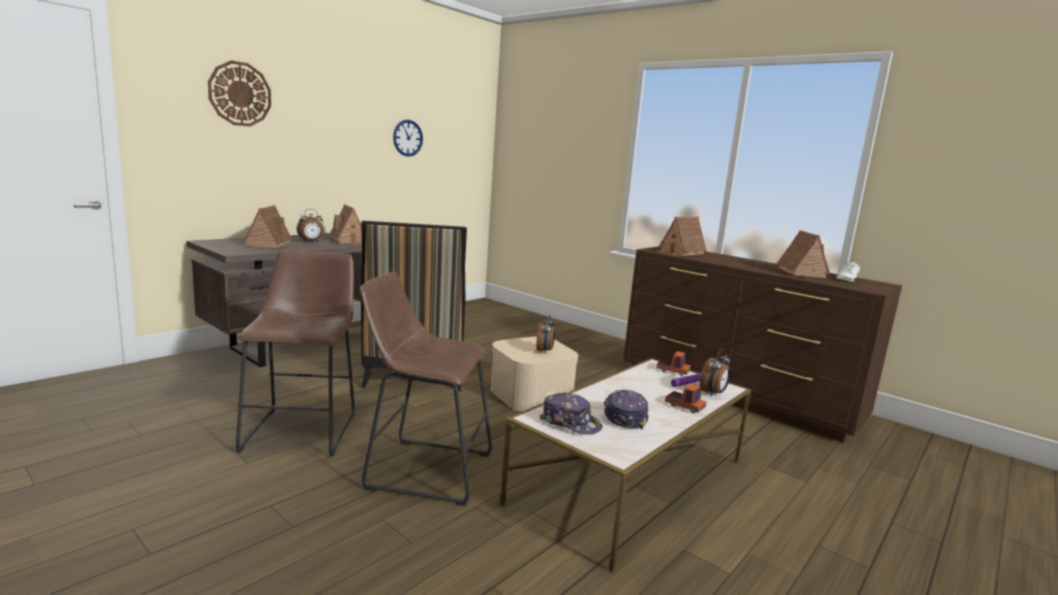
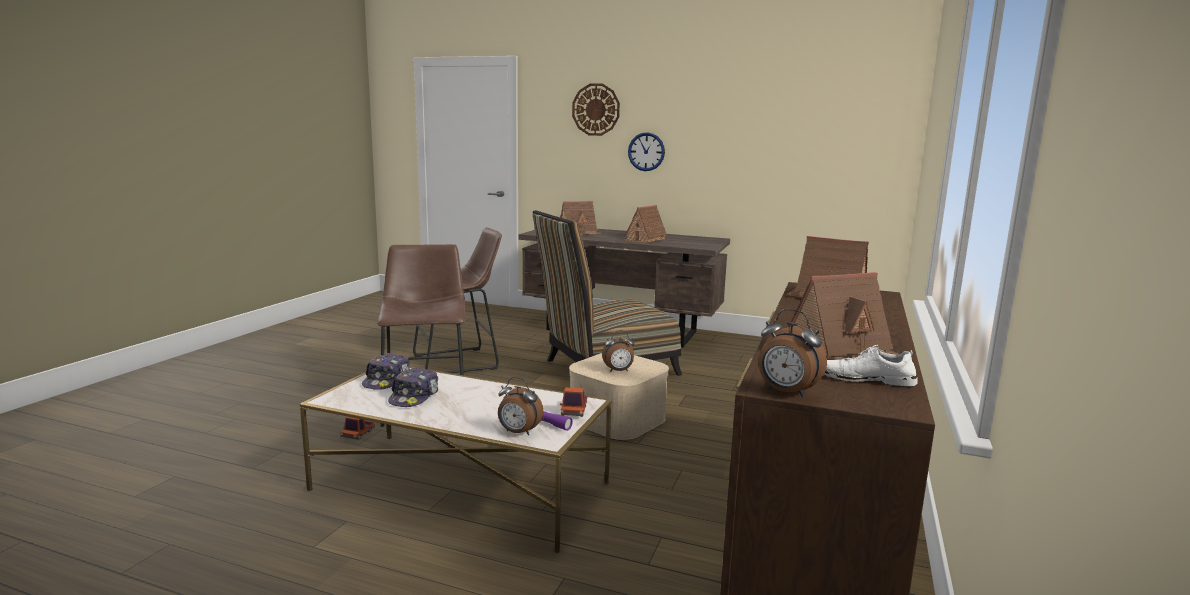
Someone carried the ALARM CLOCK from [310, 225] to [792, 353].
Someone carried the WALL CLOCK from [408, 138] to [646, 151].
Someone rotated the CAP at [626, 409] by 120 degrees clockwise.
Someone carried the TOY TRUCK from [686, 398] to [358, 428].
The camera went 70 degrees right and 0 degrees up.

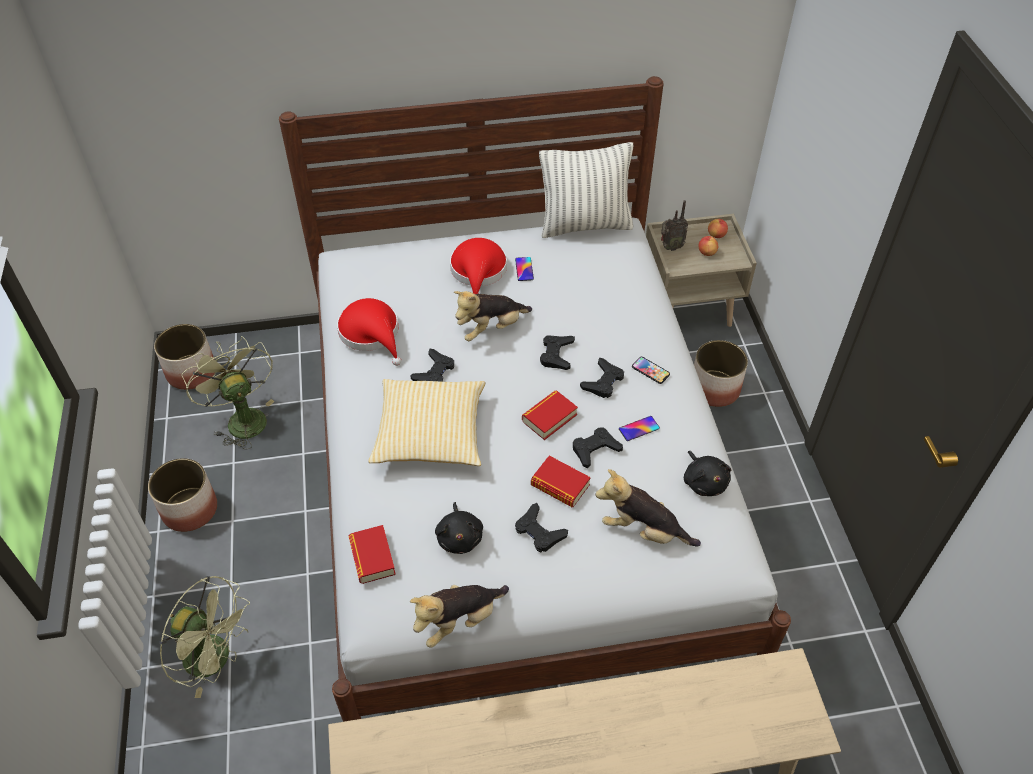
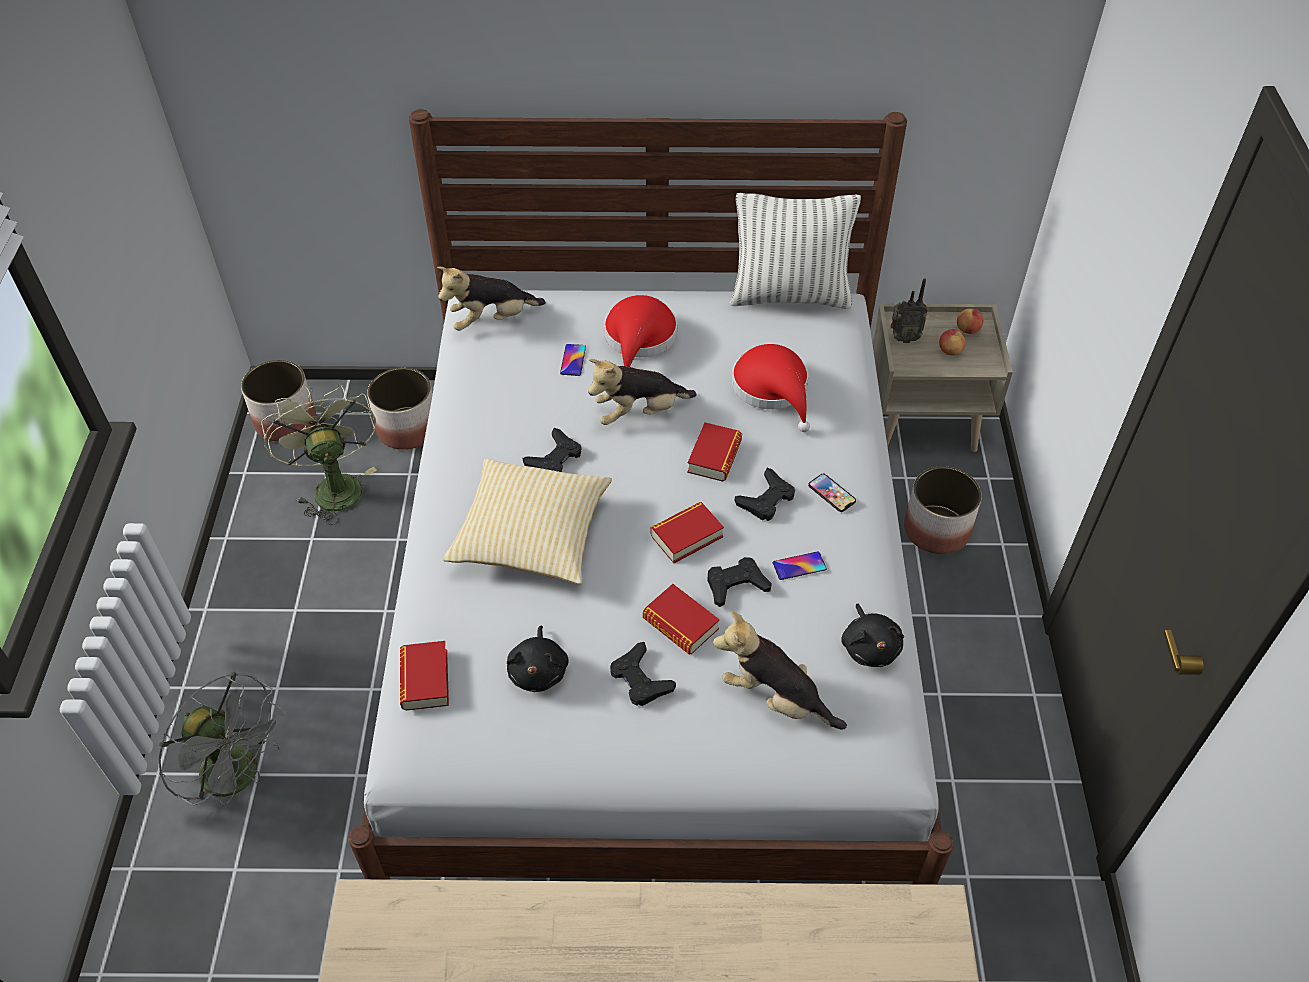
Someone carried the PLANTER from [182, 495] to [400, 409].
Someone repainted the GREEN FAN at [204, 637], which became the GREY FAN at [222, 746].
Someone carried the RED HAT from [369, 332] to [771, 388].
Someone carried the PLUSH TOY from [459, 616] to [491, 298].
Someone carried the PHONE from [524, 269] to [573, 360].
Someone swapped the BLACK GAME CONTROLLER at [557, 352] for the BOOK at [714, 452].
The camera went 10 degrees right and 0 degrees up.

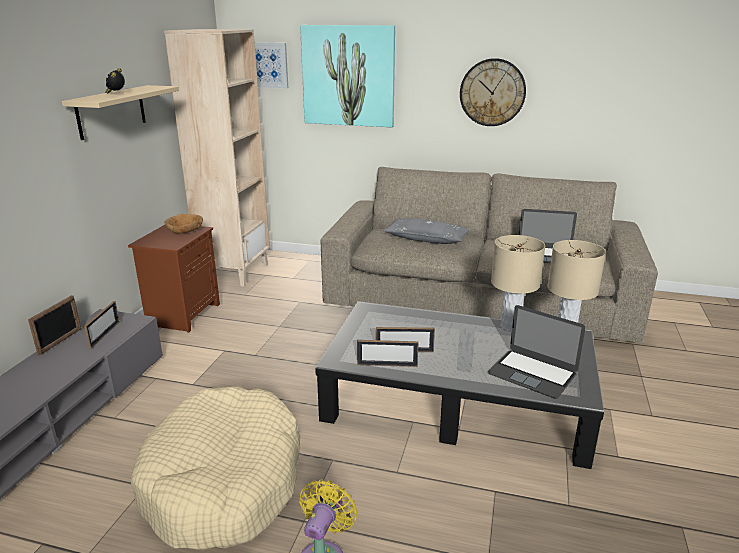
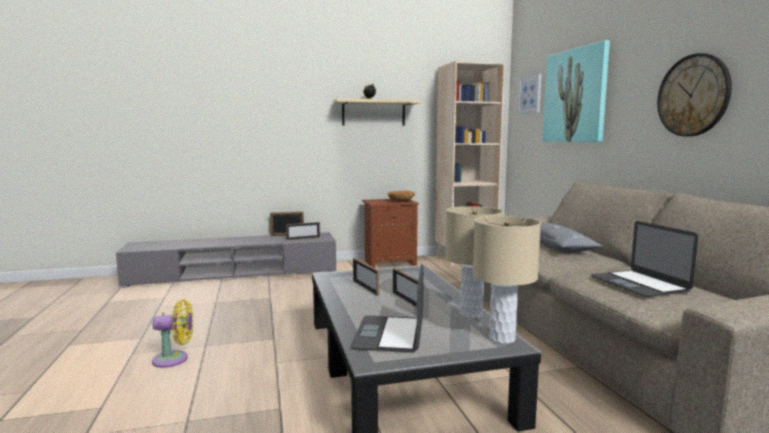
Someone took away the BEIGE DOG BED at [215, 468].
Someone carried the PICTURE FRAME from [388, 353] to [408, 289].
The camera went 60 degrees right and 15 degrees down.

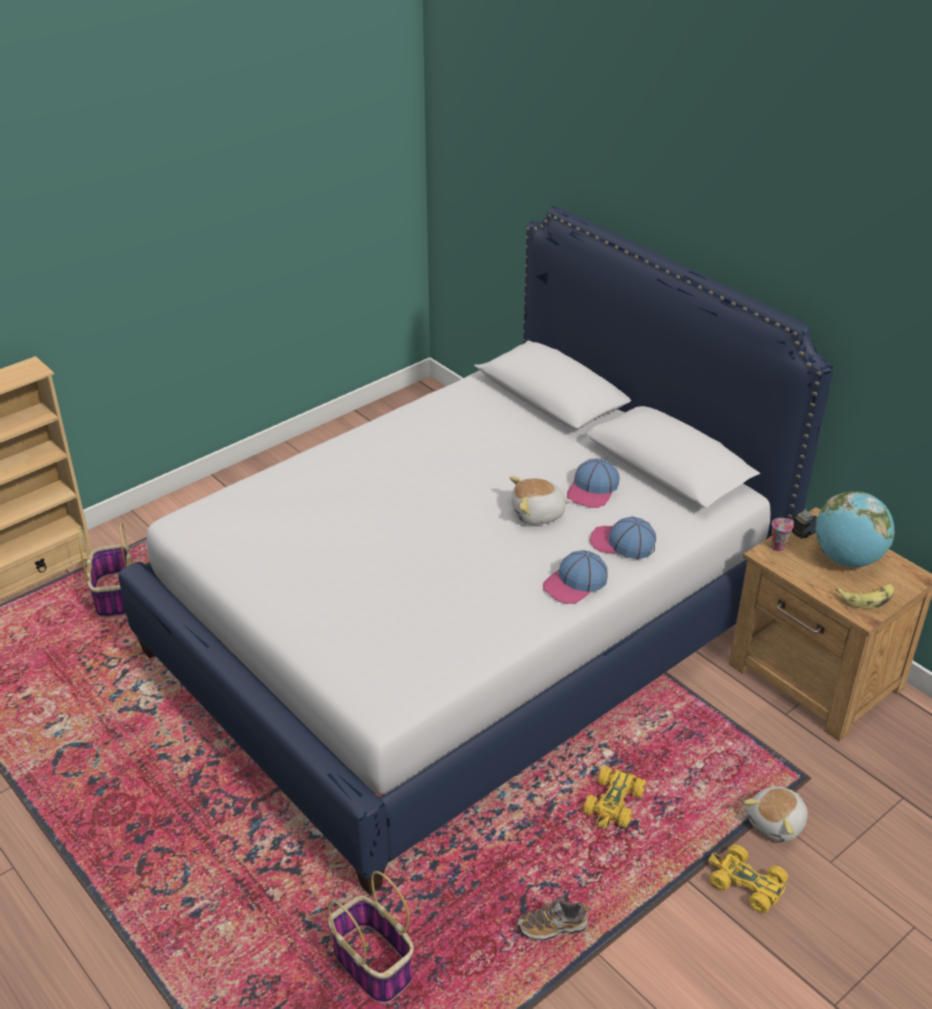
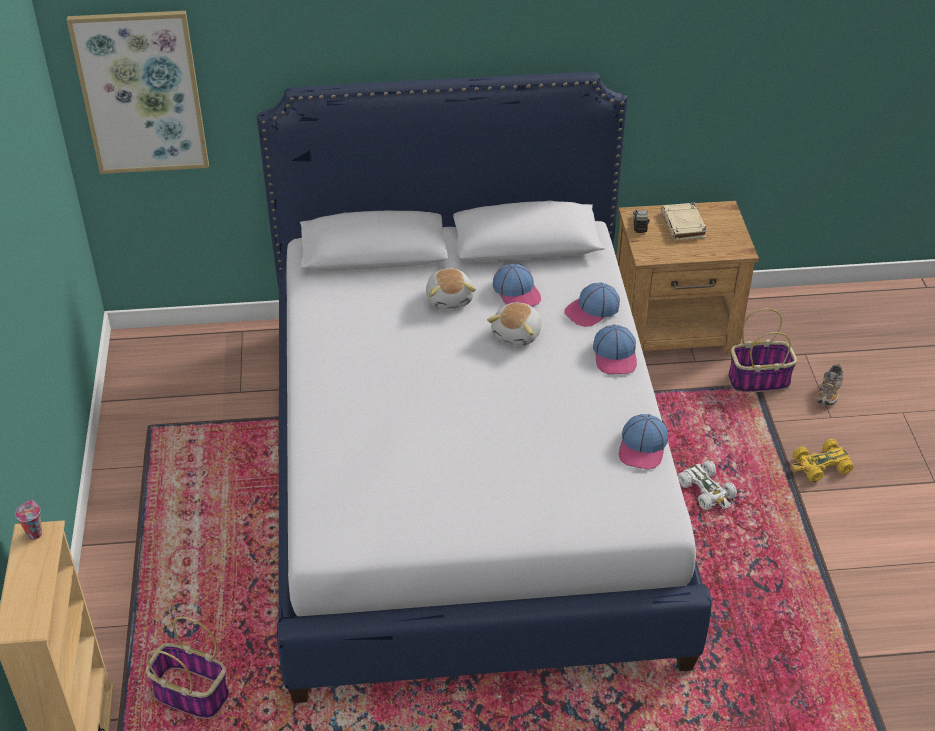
Someone carried the BASKET from [371, 937] to [762, 350].
Someone carried the SHOE from [553, 920] to [830, 384].
Someone repainted the YELLOW TOY CAR at [614, 797], which became the WHITE TOY CAR at [707, 485].
Someone carried the PLUSH TOY from [775, 814] to [451, 288].
Someone carried the CUP from [783, 534] to [28, 520].
Someone swapped the GLOBE at [855, 529] for the BEIGE BOOK at [684, 222].
Someone took away the BANANA at [865, 596].
Someone put up the PICTURE at [138, 92].
Someone put down the CAP at [643, 442].
The camera went 55 degrees left and 5 degrees up.

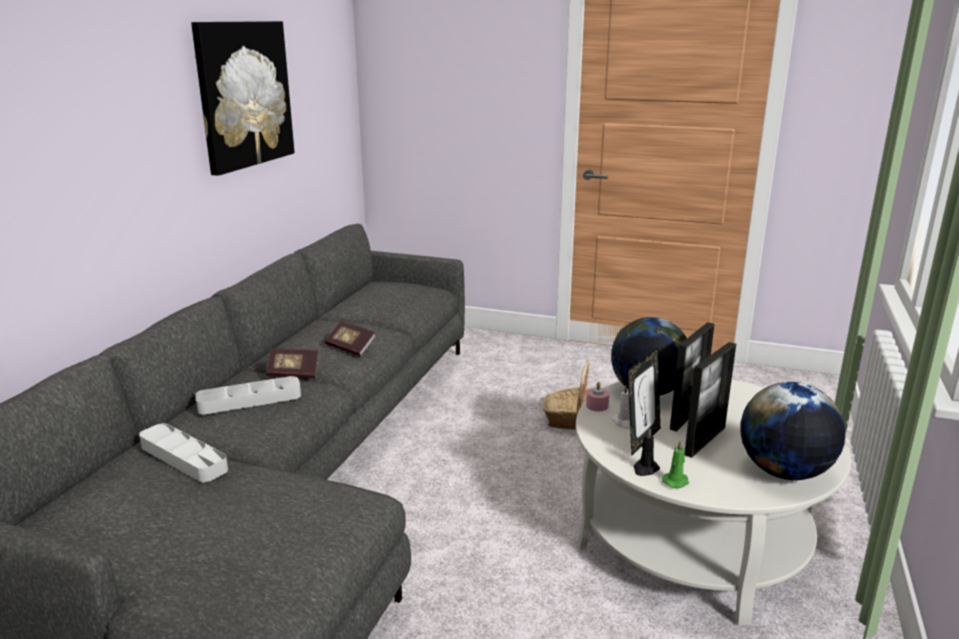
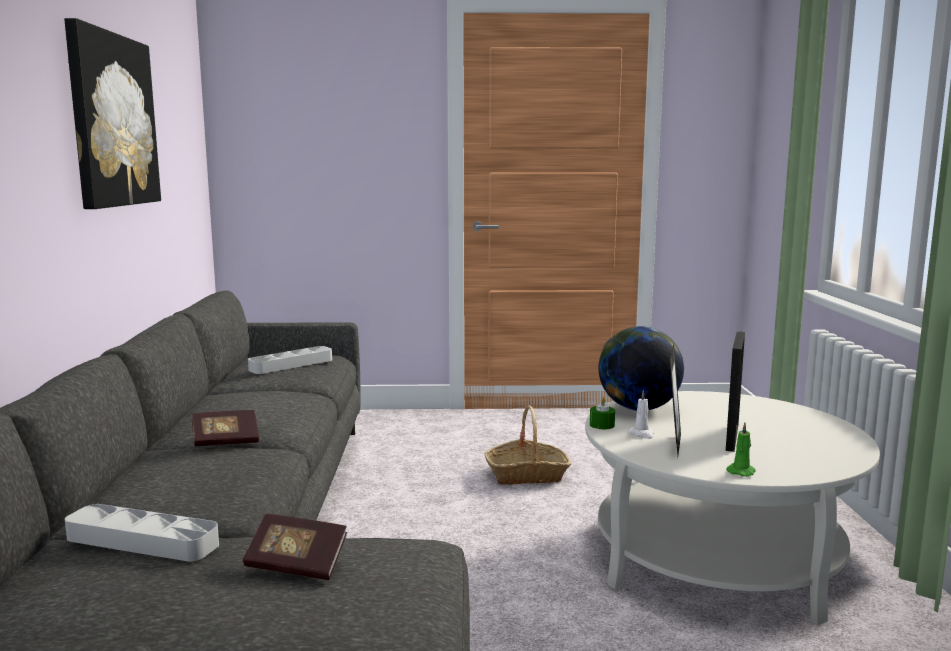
Someone carried the GREY TRAY from [248, 395] to [290, 360].
Someone carried the BOOK from [350, 338] to [295, 547].
Someone repainted the PINK CANDLE at [597, 396], which became the GREEN CANDLE at [602, 413].
Someone took away the BLACK CANDLE at [646, 452].
Someone took away the PICTURE FRAME at [692, 377].
Someone took away the GLOBE at [793, 431].
The camera went 20 degrees left and 10 degrees down.

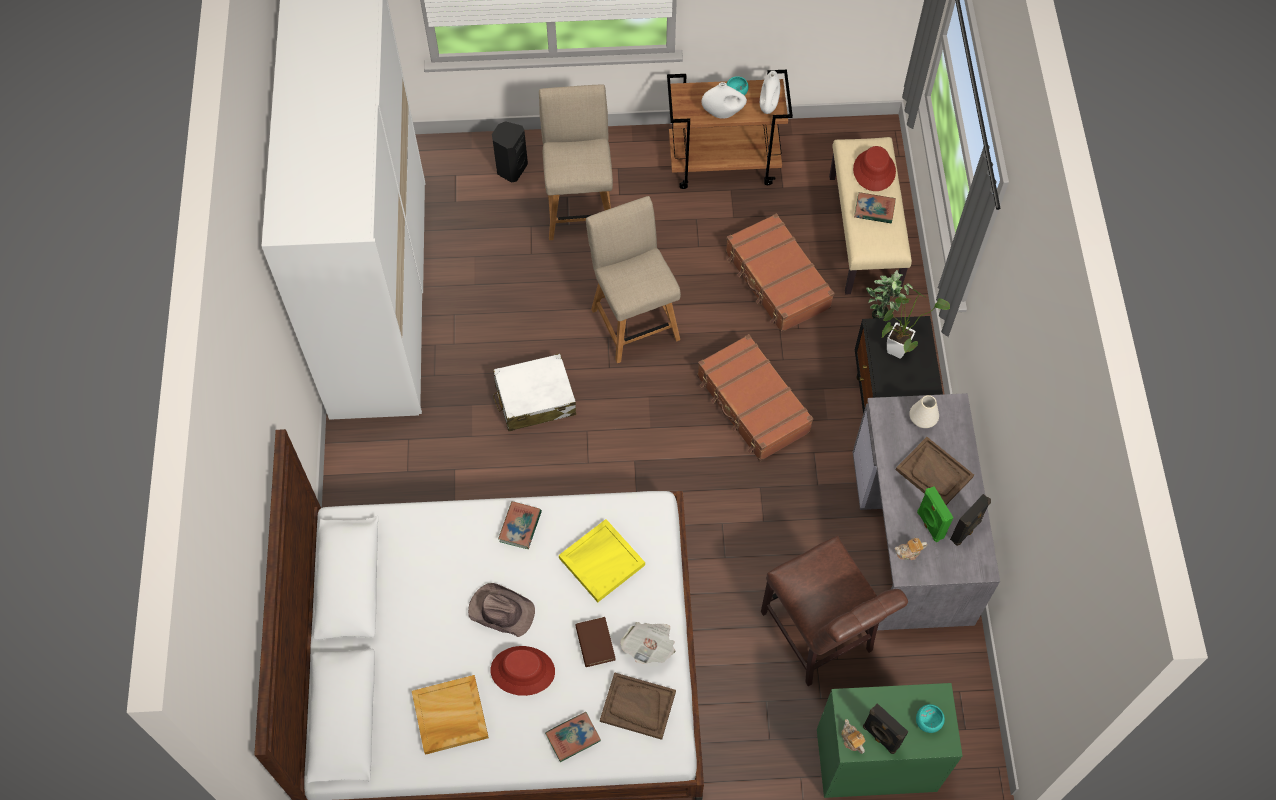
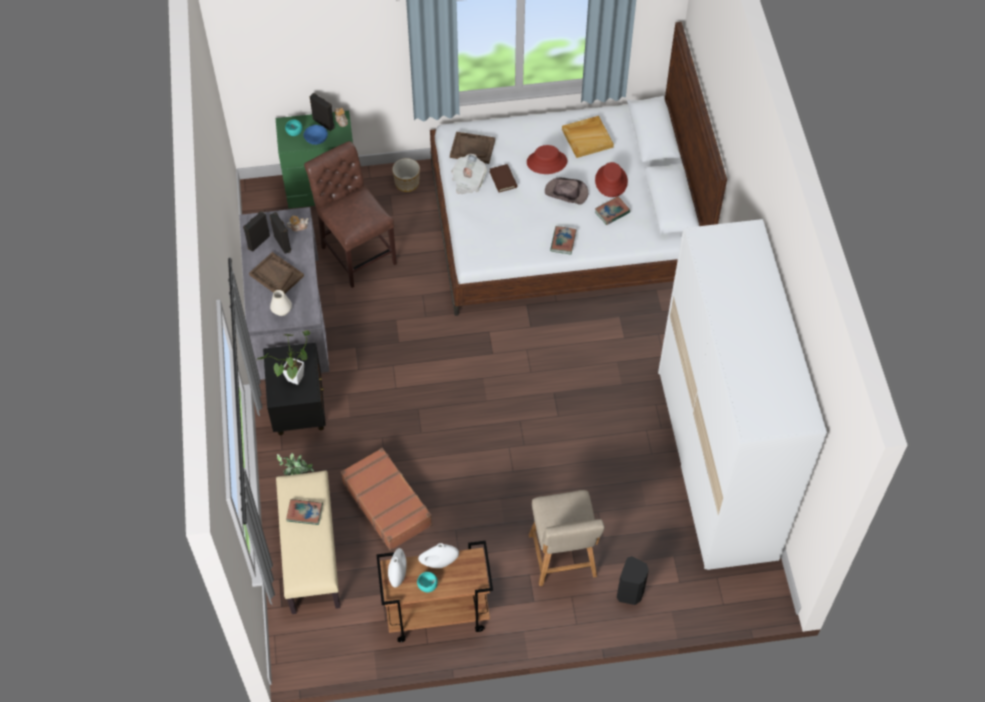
Someone took away the WHITE SUITCASE at [534, 392].
Someone carried the BOOK from [573, 737] to [612, 210].
Someone took away the YELLOW TRAY at [602, 560].
Someone took away the BEIGE CHAIR at [633, 279].
Someone took away the BROWN SUITCASE at [755, 397].
Someone carried the RED HAT from [874, 168] to [611, 179].
Someone repainted the GREEN SPEAKER at [935, 514], which became the BLACK SPEAKER at [280, 233].
Someone put down the BLUE BOWL at [315, 135].
Someone put down the PLANTER at [406, 175].
The camera went 175 degrees right and 5 degrees down.

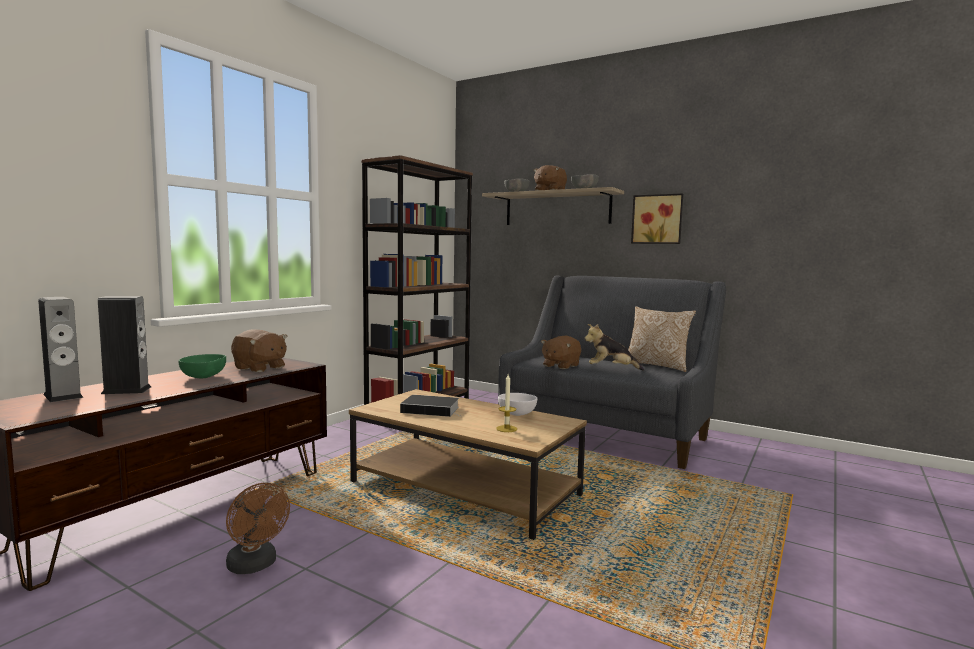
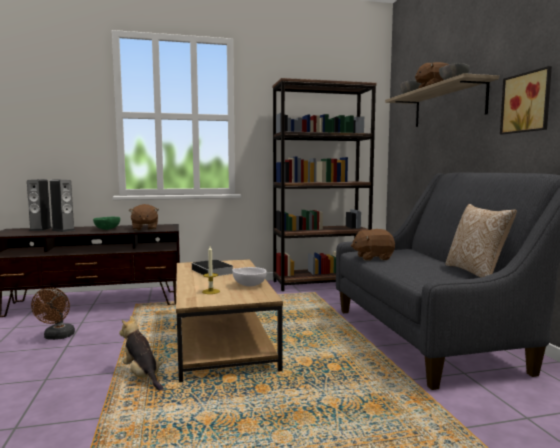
Someone carried the PLUSH TOY from [614, 347] to [141, 353].
The camera went 45 degrees right and 0 degrees up.

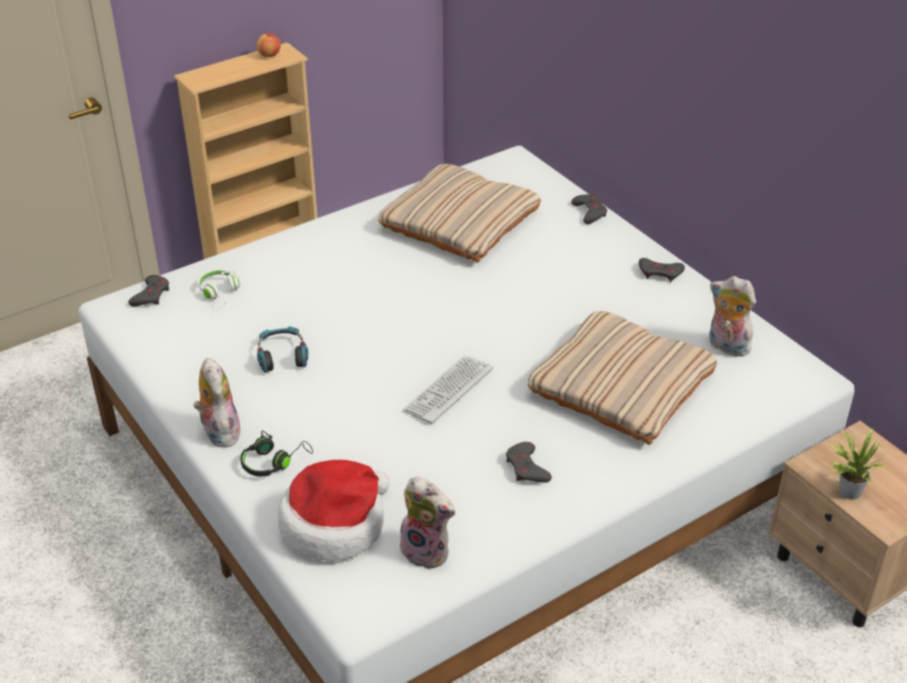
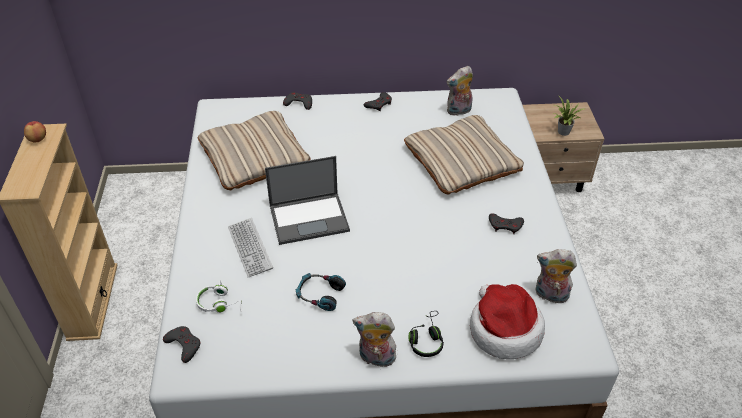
Someone rotated the PLUSH TOY at [426, 523] by 135 degrees counterclockwise.
Someone carried the KEYBOARD from [447, 390] to [250, 248].
Someone put down the LAPTOP at [307, 200].
The camera went 60 degrees left and 5 degrees up.

